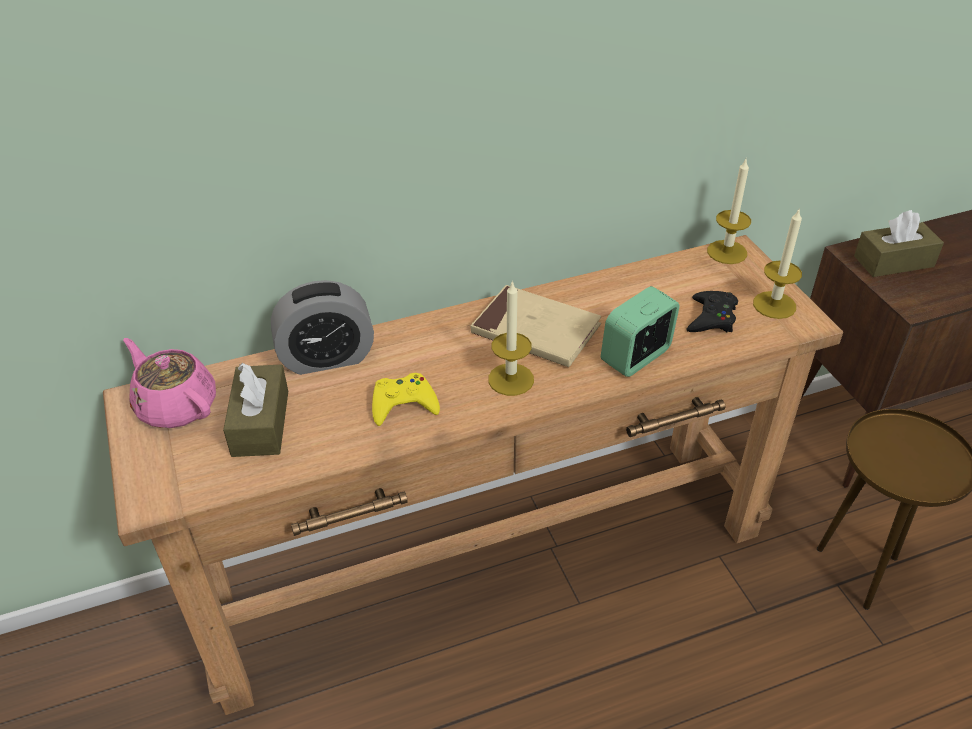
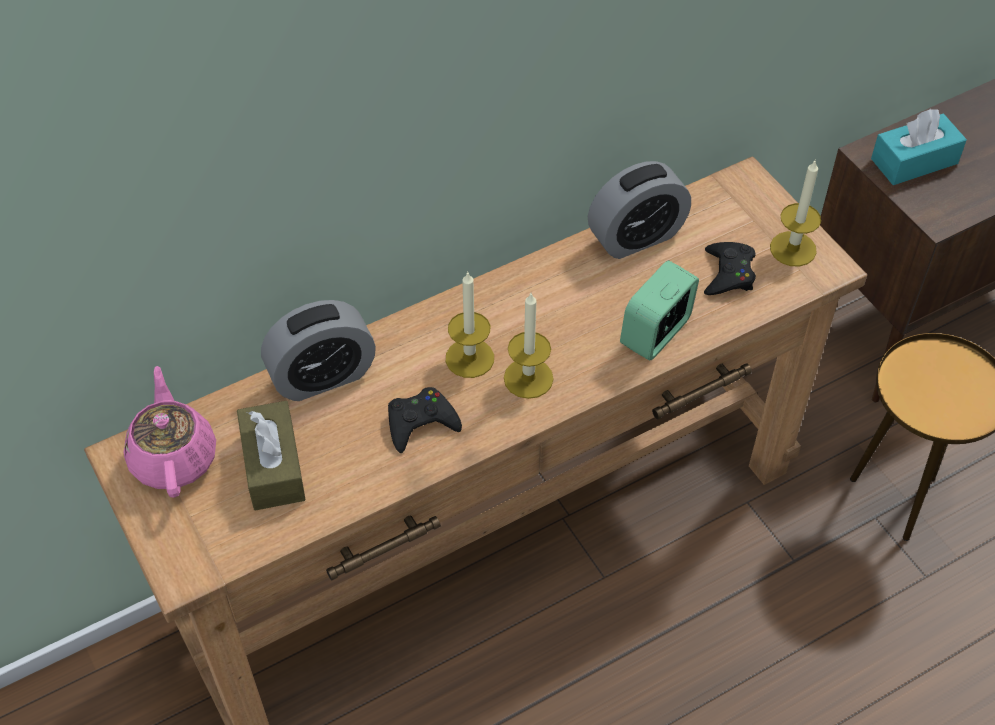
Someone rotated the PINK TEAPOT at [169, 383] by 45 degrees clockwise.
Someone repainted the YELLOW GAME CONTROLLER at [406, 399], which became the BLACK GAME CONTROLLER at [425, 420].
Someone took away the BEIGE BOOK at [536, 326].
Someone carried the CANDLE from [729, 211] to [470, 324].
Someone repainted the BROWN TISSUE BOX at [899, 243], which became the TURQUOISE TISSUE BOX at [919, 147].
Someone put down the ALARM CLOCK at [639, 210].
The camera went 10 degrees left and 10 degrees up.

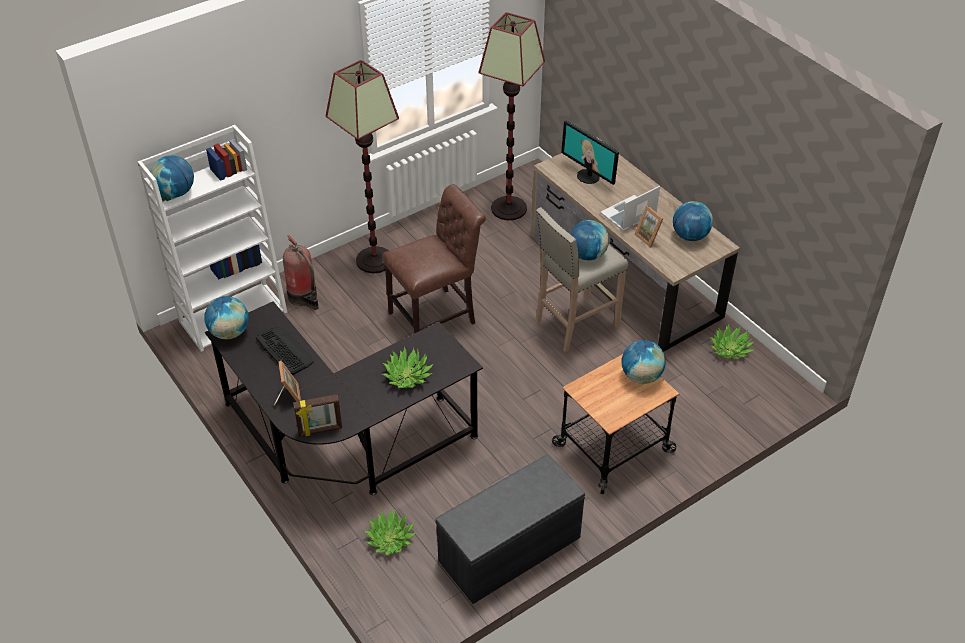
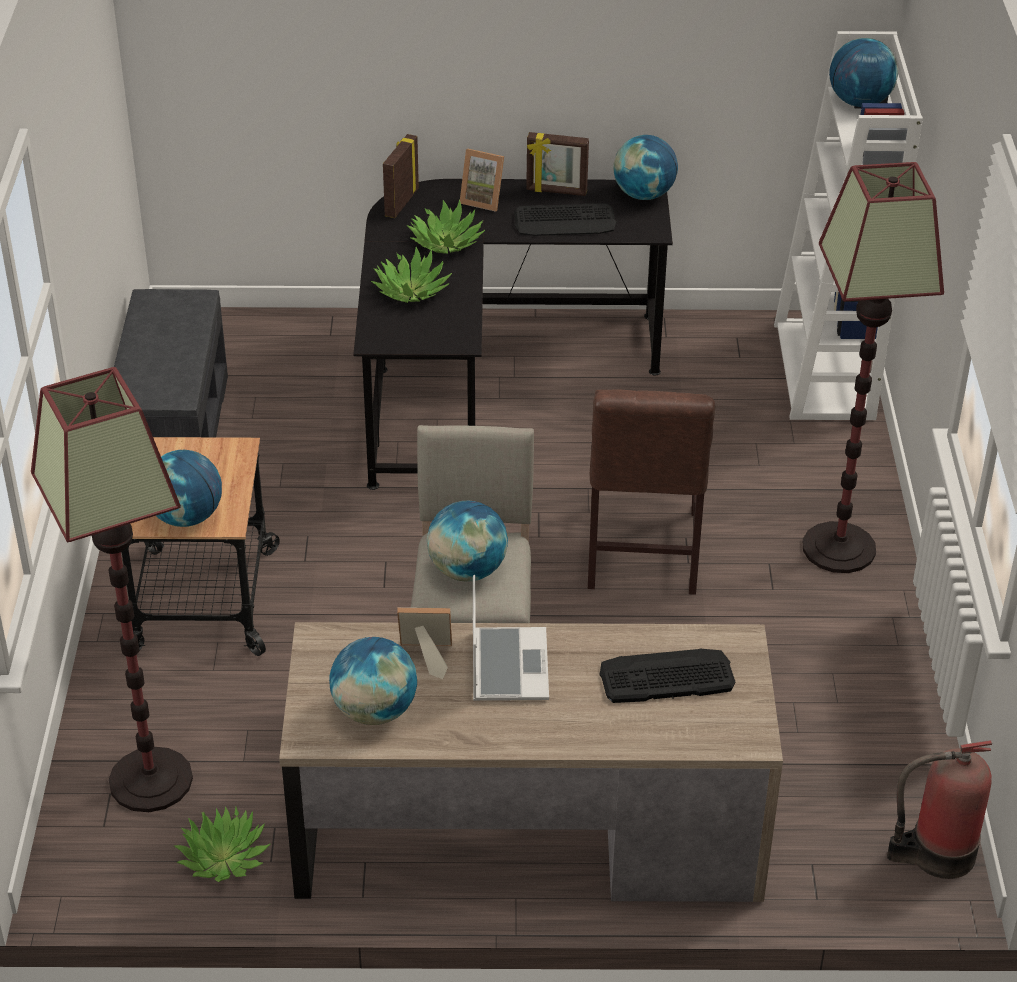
Someone carried the FIRE EXTINGUISHER from [301, 272] to [939, 809].
Someone carried the POTTED PLANT from [390, 533] to [446, 227].
Someone carried the FLOOR LAMP from [511, 116] to [112, 589].
Someone swapped the MONITOR at [590, 153] for the KEYBOARD at [667, 676].
Someone put down the PICTURE FRAME at [557, 164].
The camera went 125 degrees right and 5 degrees down.

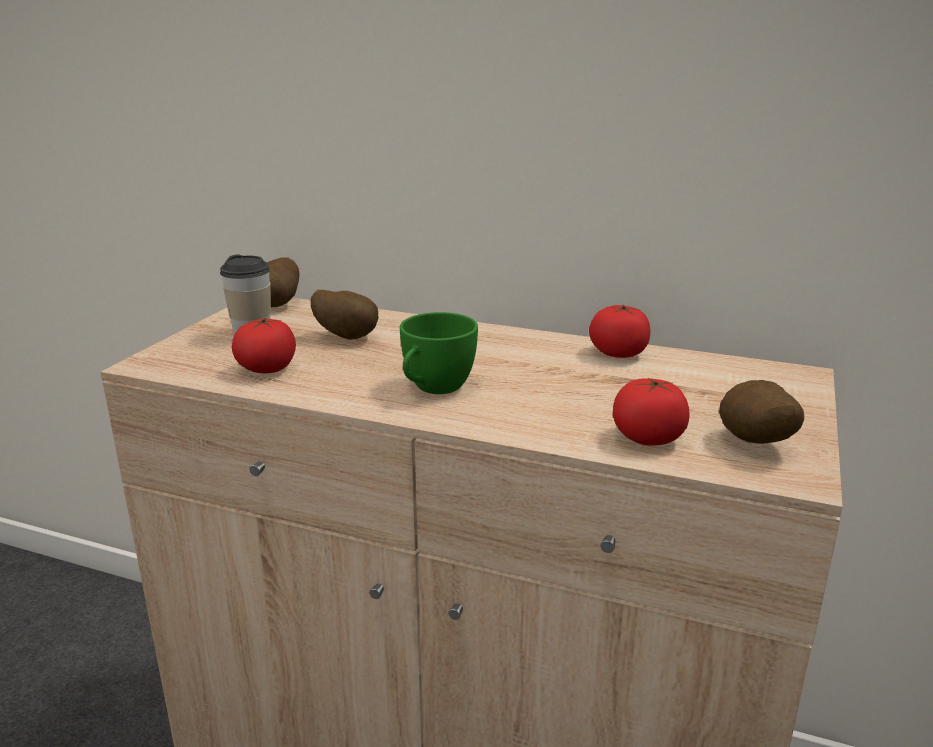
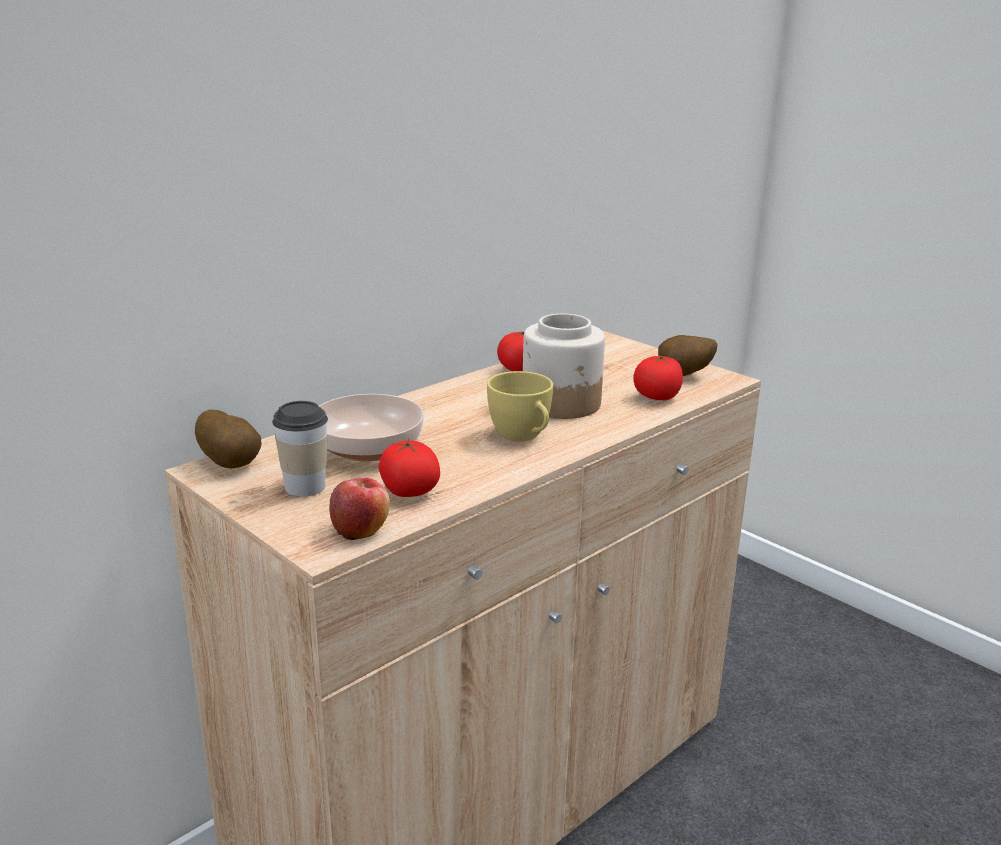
Someone swapped the POTATO at [345, 315] for the BOWL at [371, 427].
Someone repainted the GREEN CUP at [439, 353], which became the YELLOW CUP at [520, 406].
Someone put down the APPLE at [359, 509].
Someone put down the JAR at [564, 366].
The camera went 65 degrees left and 0 degrees up.

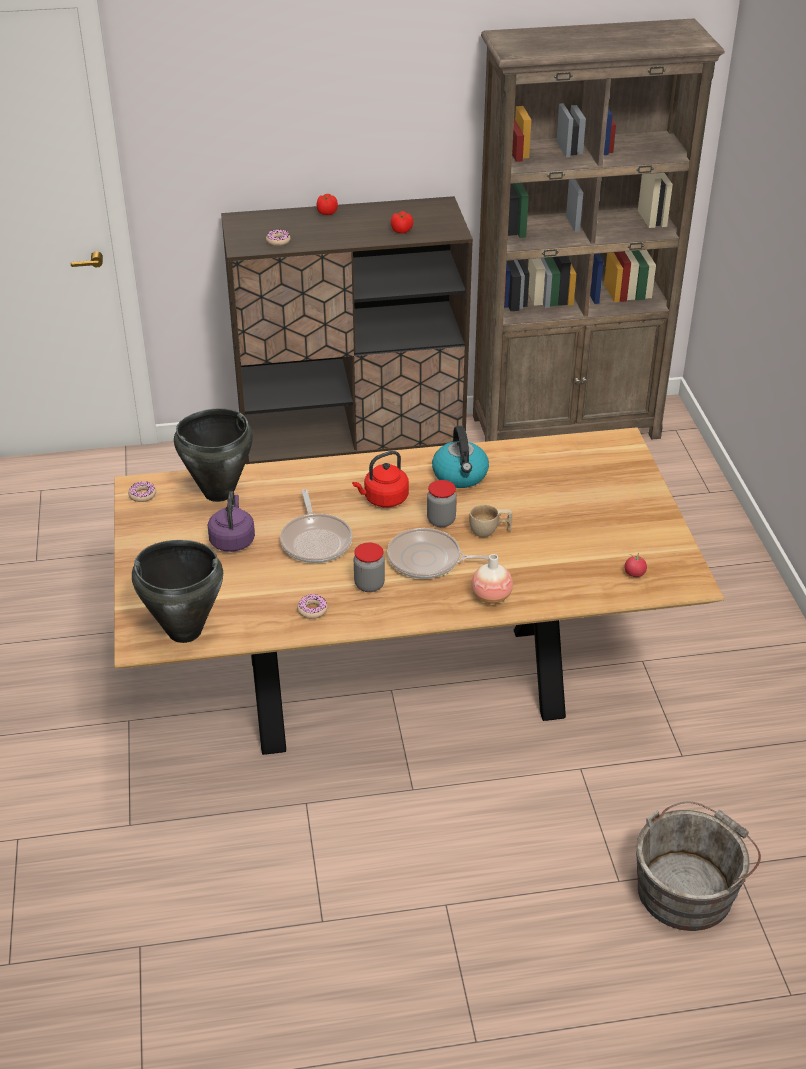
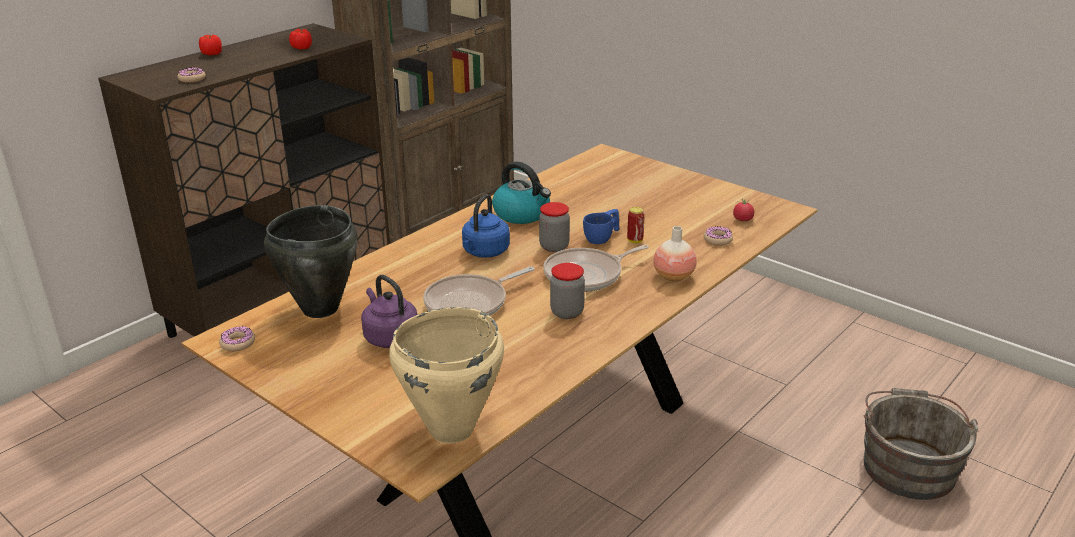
Someone repainted the BLACK COOKING POT at [177, 591], which became the BEIGE COOKING POT at [446, 375].
Someone rotated the FRYING PAN at [316, 526] by 105 degrees clockwise.
Someone carried the DONUT from [312, 606] to [718, 236].
Someone repainted the RED KETTLE at [380, 479], which became the BLUE KETTLE at [486, 226].
Someone repainted the BEIGE CUP at [490, 521], which became the BLUE CUP at [601, 226].
Someone put down the CAN at [636, 225].
The camera went 40 degrees left and 10 degrees down.

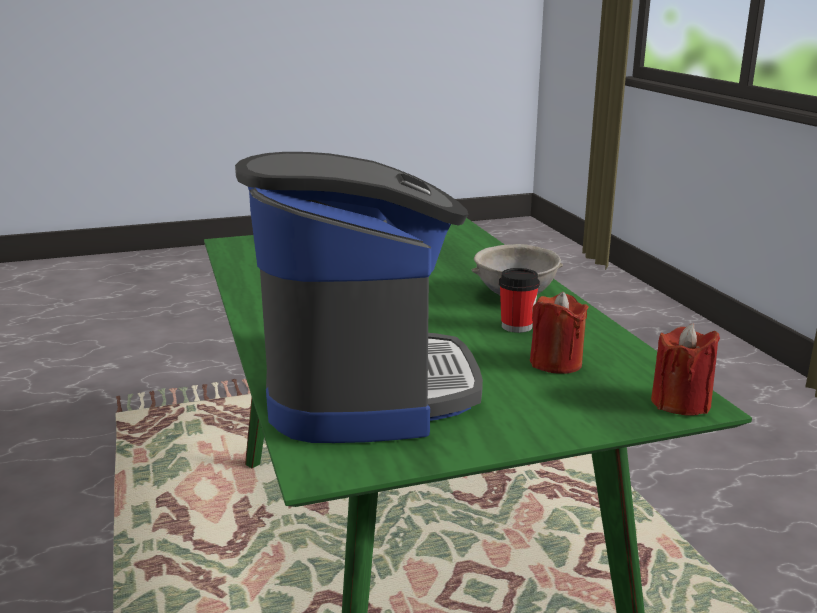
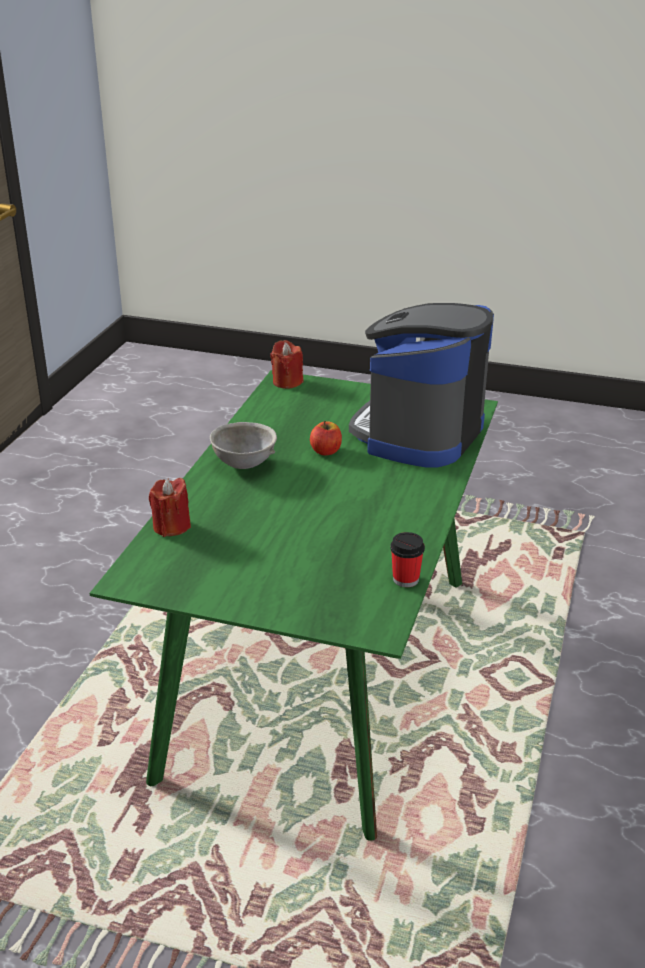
Someone carried the CUP from [519, 300] to [407, 559].
Someone carried the RED CANDLE from [559, 333] to [170, 507].
Someone put down the APPLE at [326, 438].
The camera went 145 degrees left and 10 degrees up.

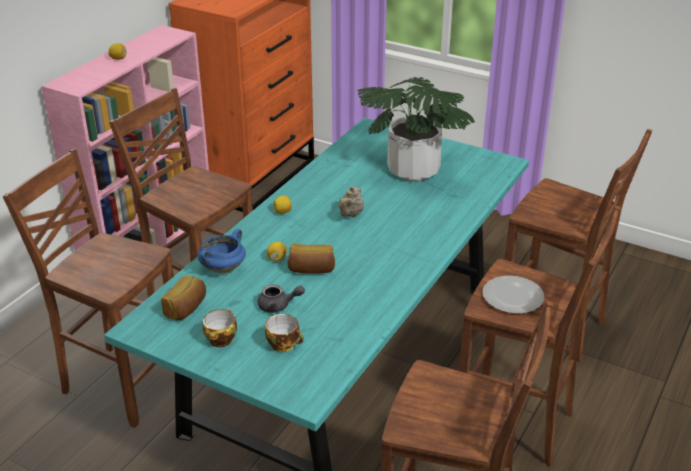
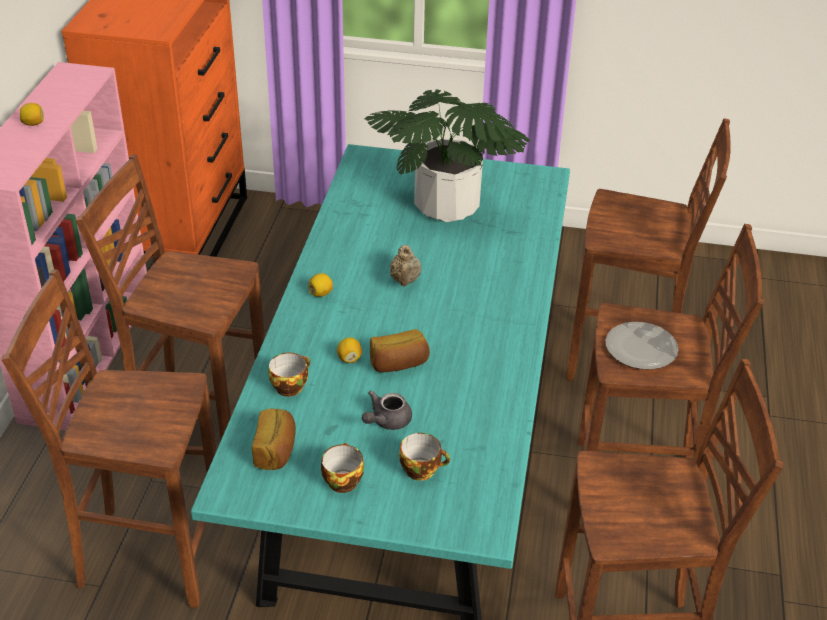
Someone swapped the BLUE COOKING POT at [222, 251] for the CUP at [289, 375].
Someone rotated the GREY TEAPOT at [281, 298] by 150 degrees clockwise.
The camera went 20 degrees left and 5 degrees up.

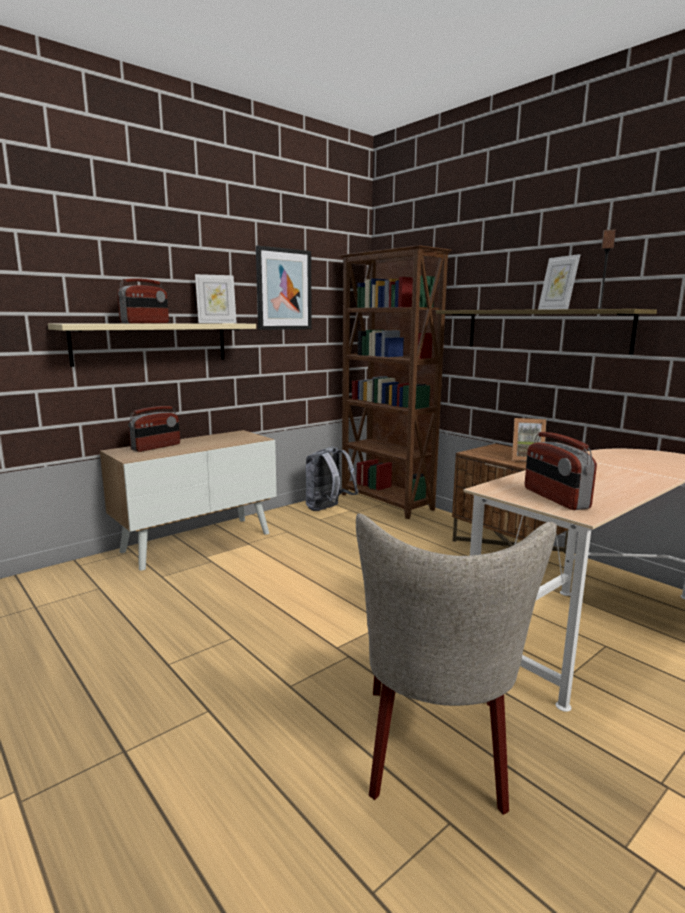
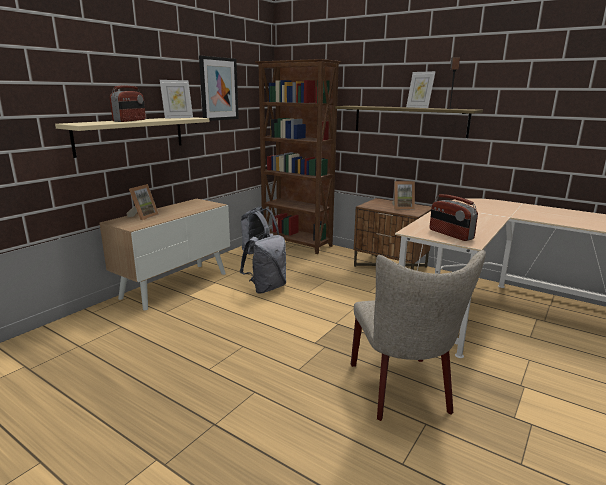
Someone swapped the RADIO at [154, 429] for the PICTURE FRAME at [143, 202].
Someone put down the GREY BACKPACK at [263, 263].
The camera went 15 degrees left and 5 degrees up.

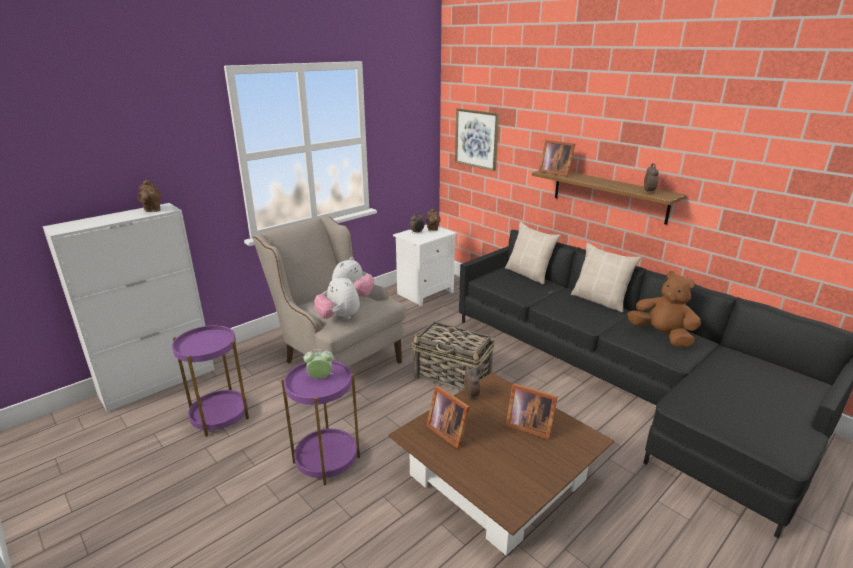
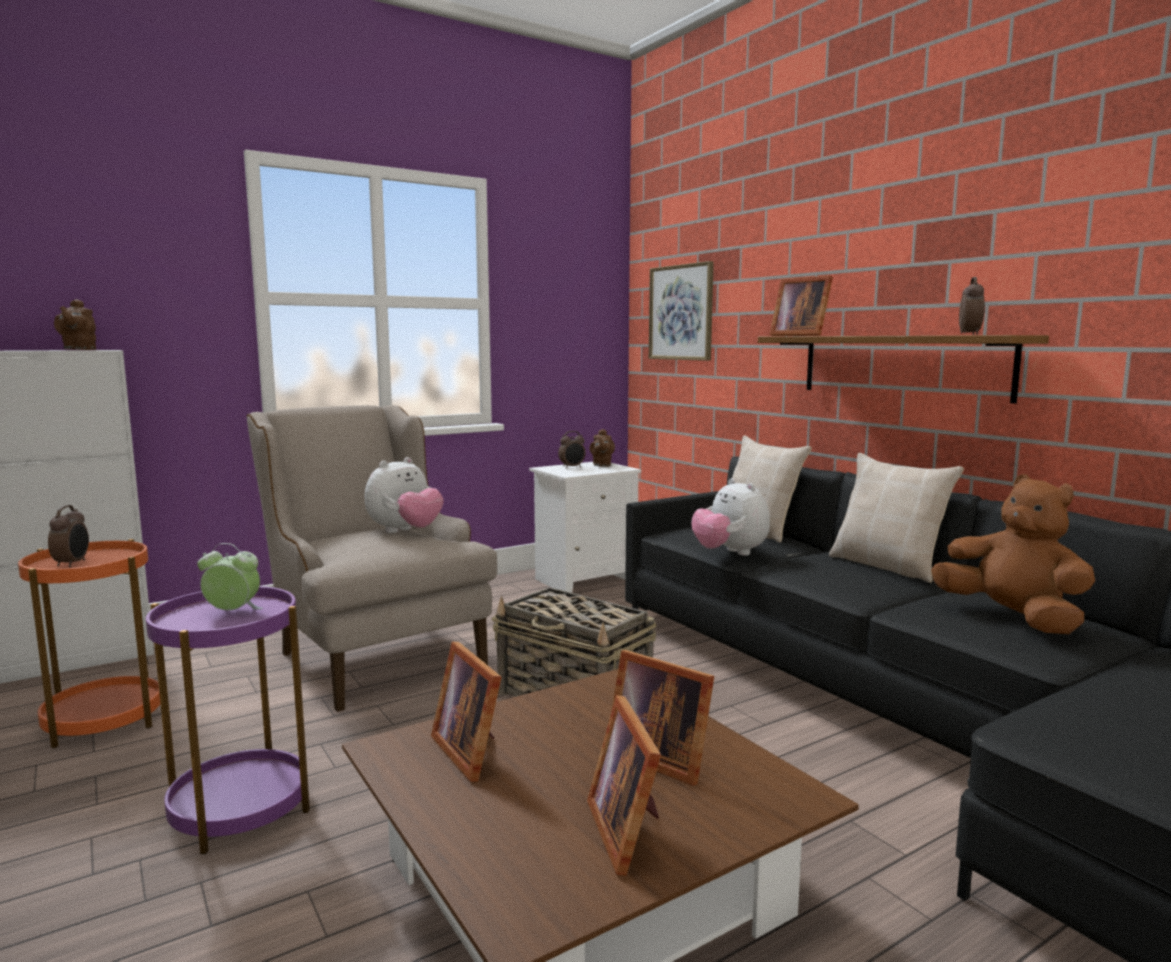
Someone repainted the PURPLE SIDE TABLE at [210, 380], which became the ORANGE SIDE TABLE at [89, 643].
Someone carried the PLUSH TOY from [337, 297] to [730, 517].
Someone carried the ALARM CLOCK from [472, 383] to [68, 536].
Someone put down the PICTURE FRAME at [624, 785].
The camera went 10 degrees right and 15 degrees down.

